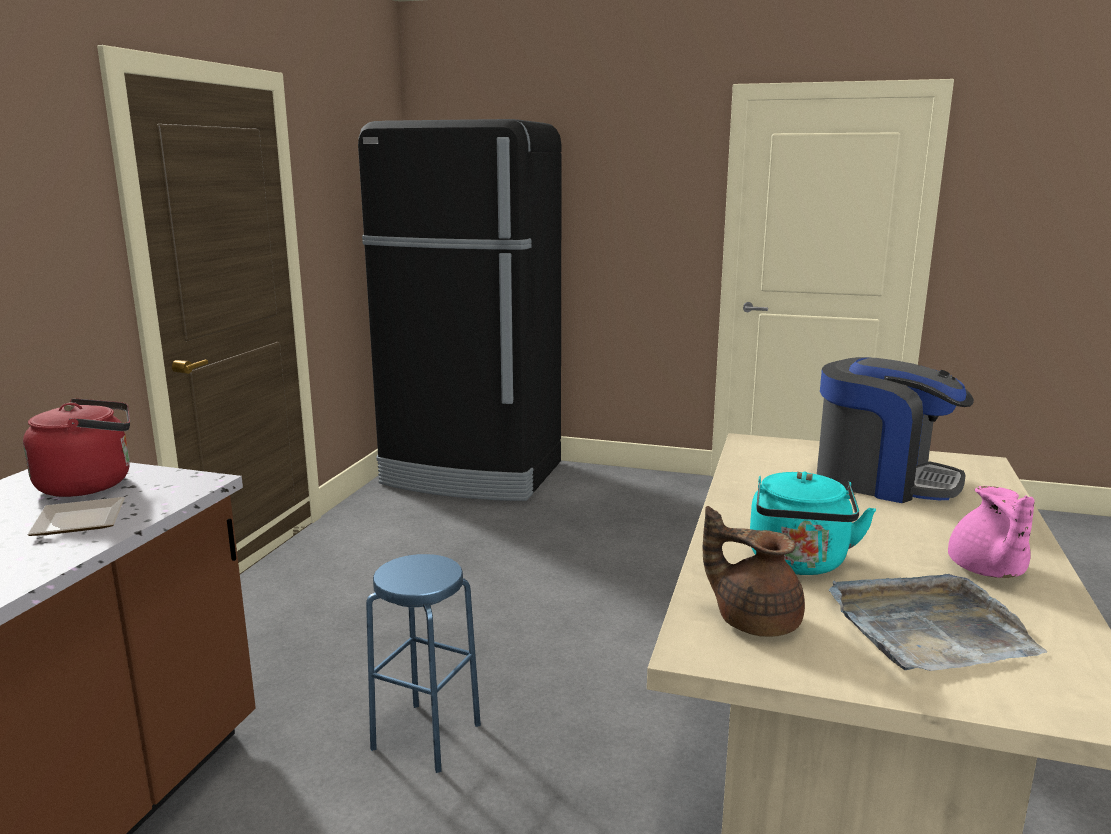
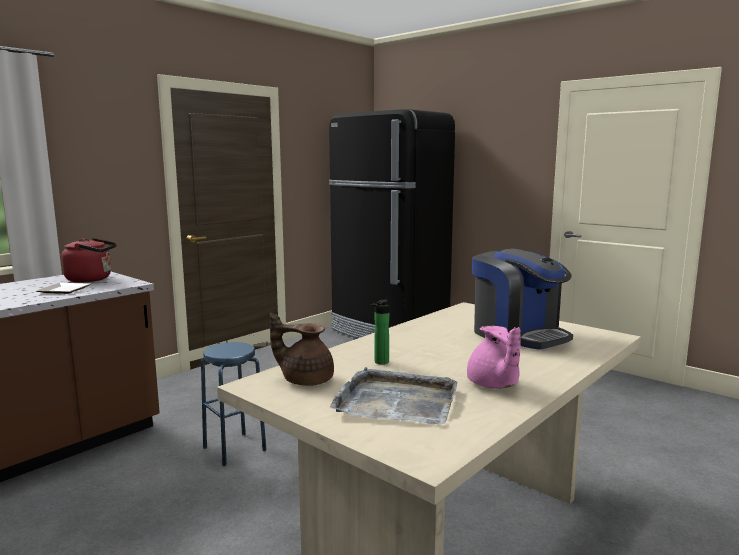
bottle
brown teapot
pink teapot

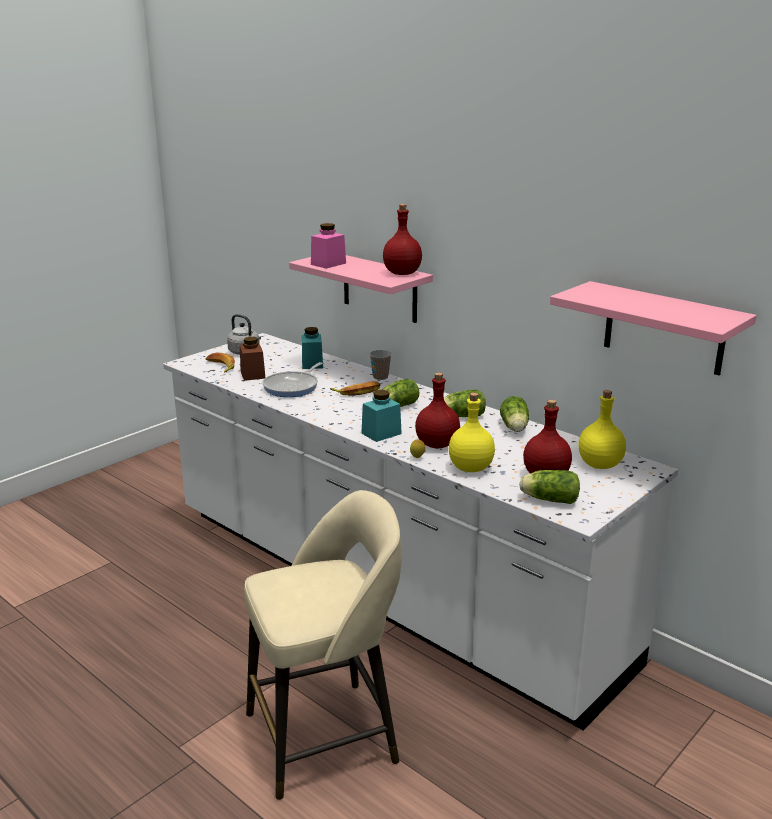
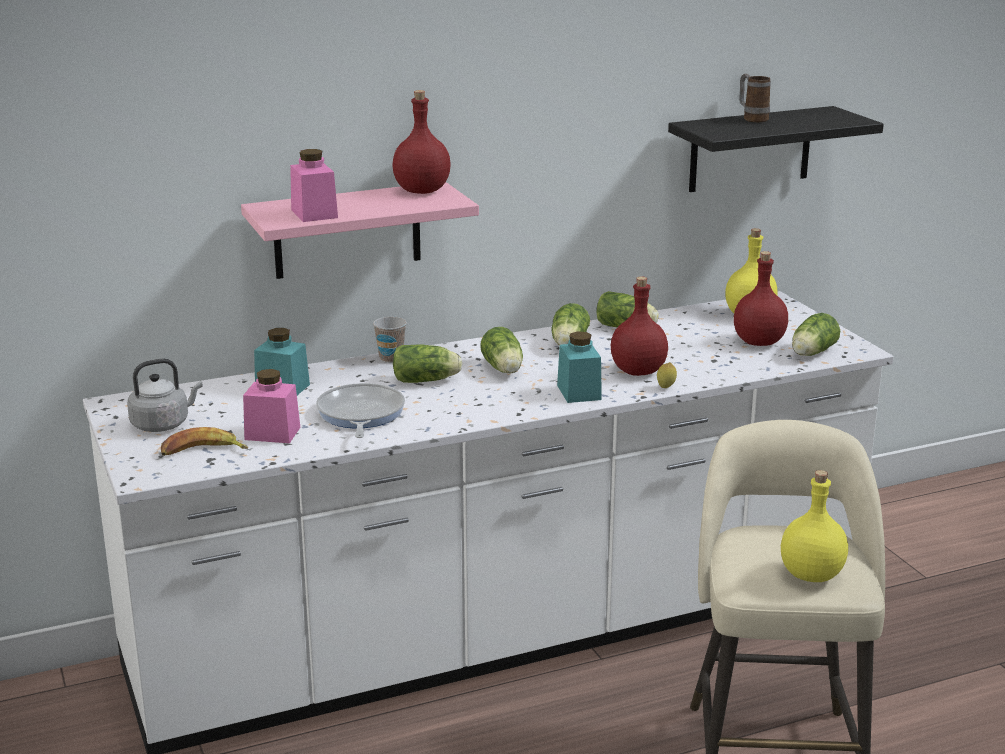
mug
yellow bottle (2nd from left)
lettuce (1st from left)
pink jar (1st from left)
black shelf
frying pan

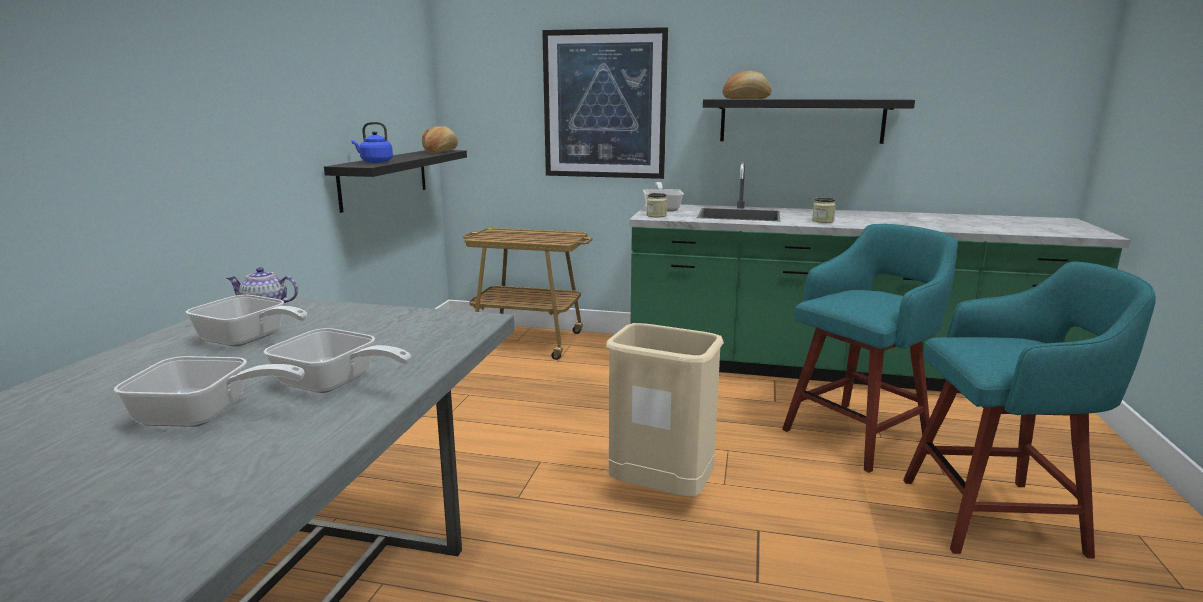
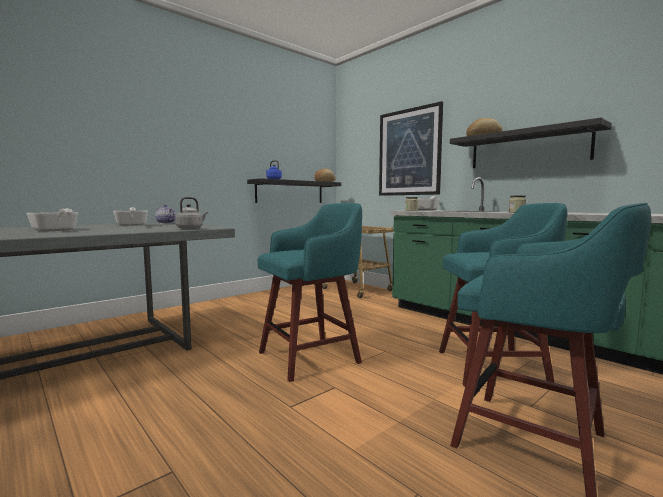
frying pan (3rd from left in the first image)
grey kettle
turquoise stool (1st from left)

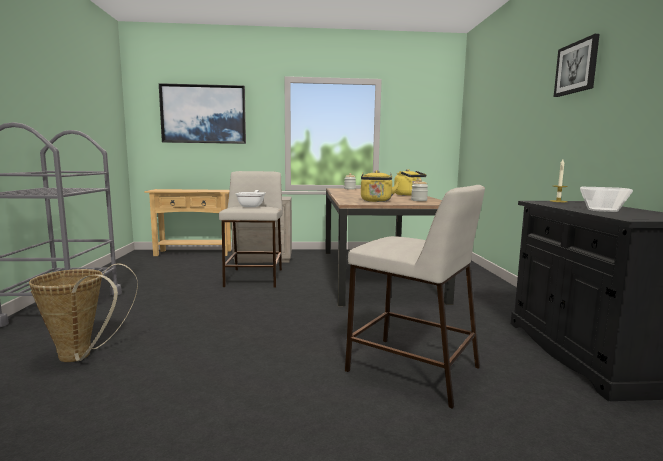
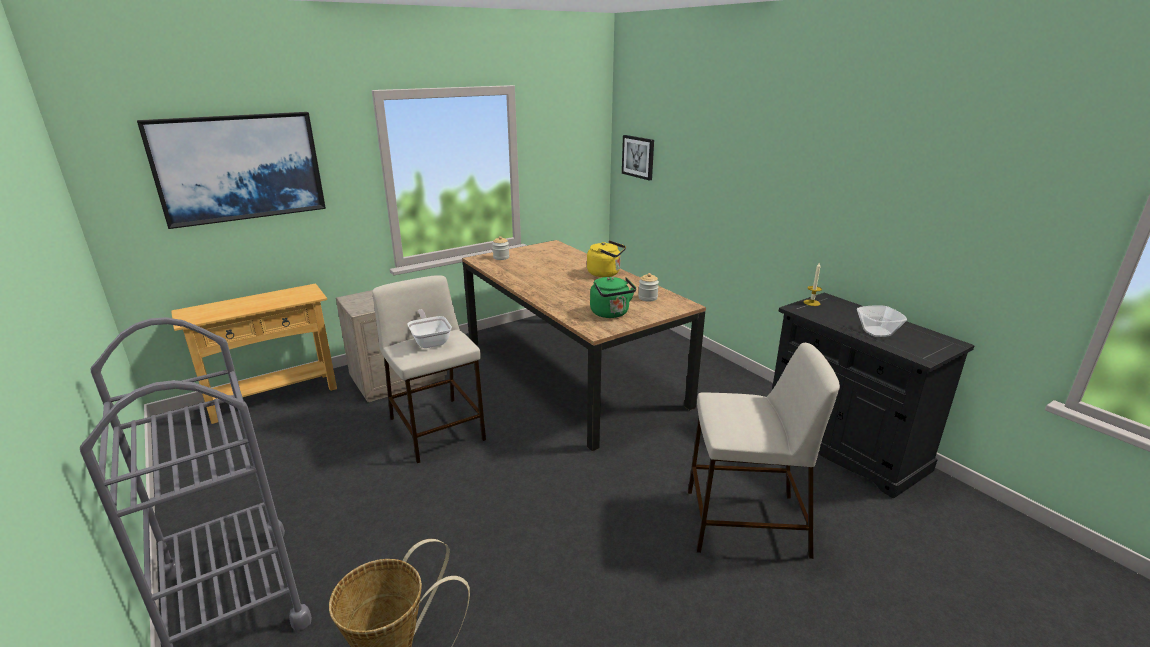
picture (2nd from left)
green kettle

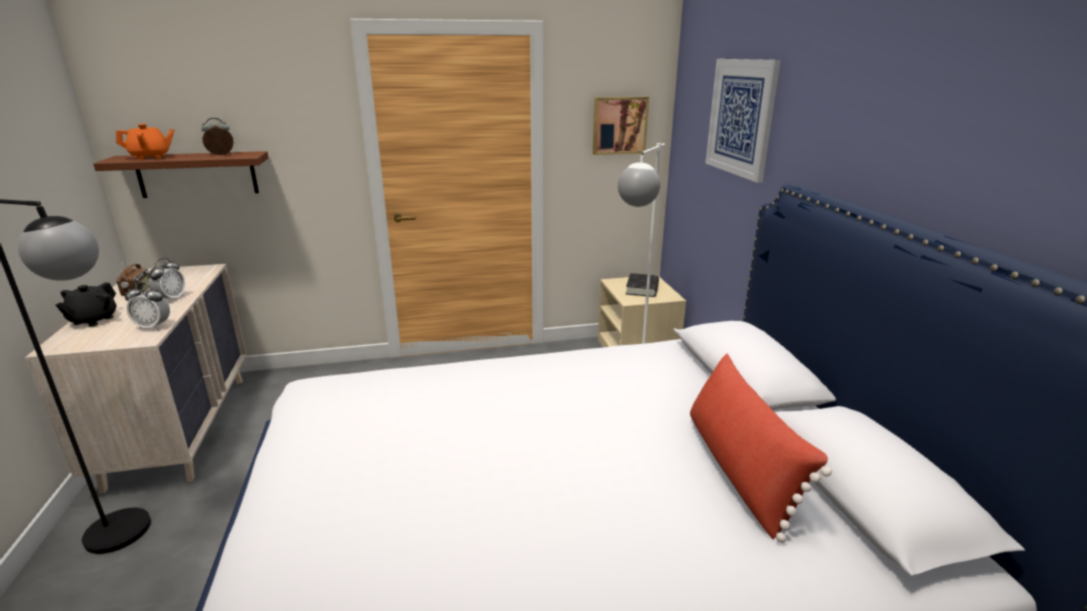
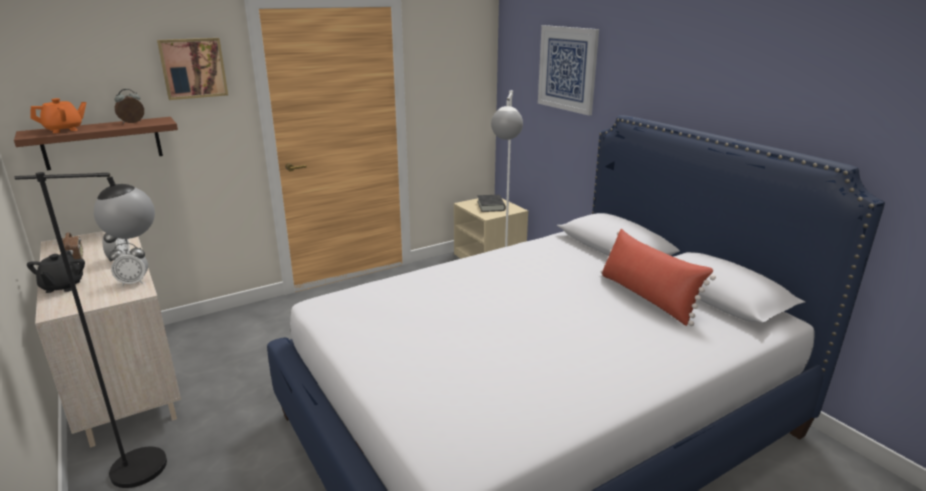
picture (1st from left)

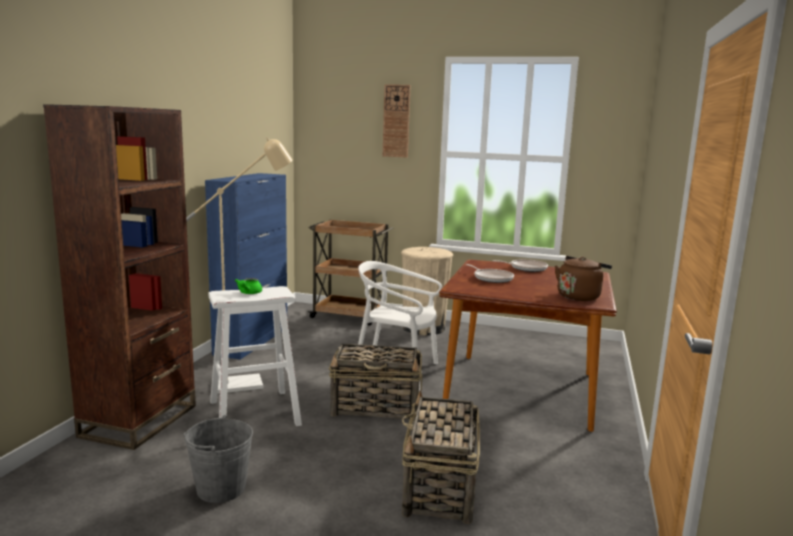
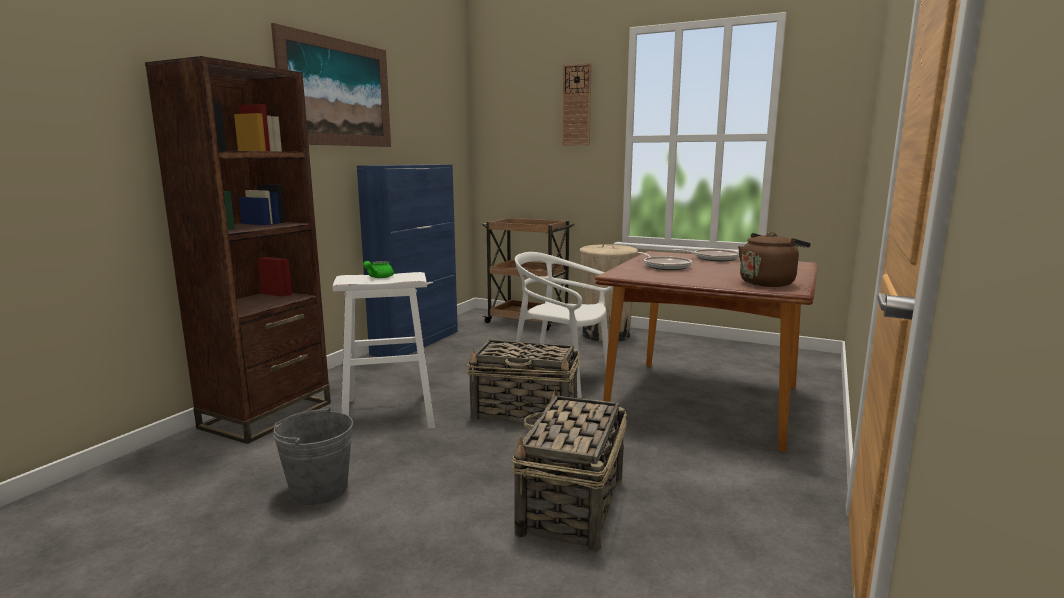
beige floor lamp
picture

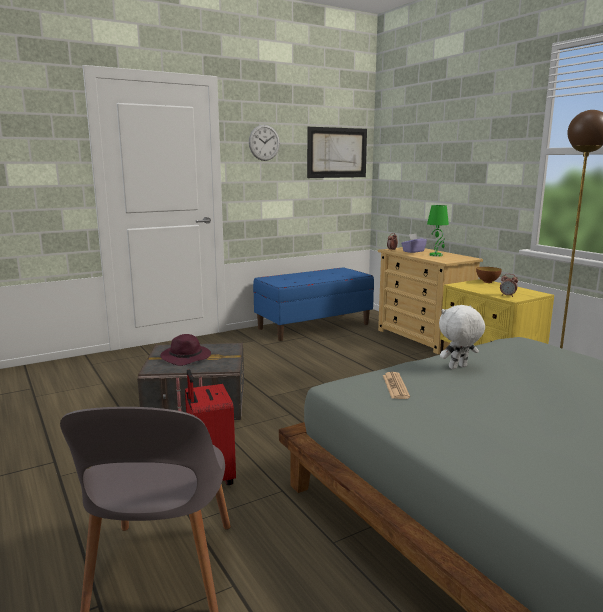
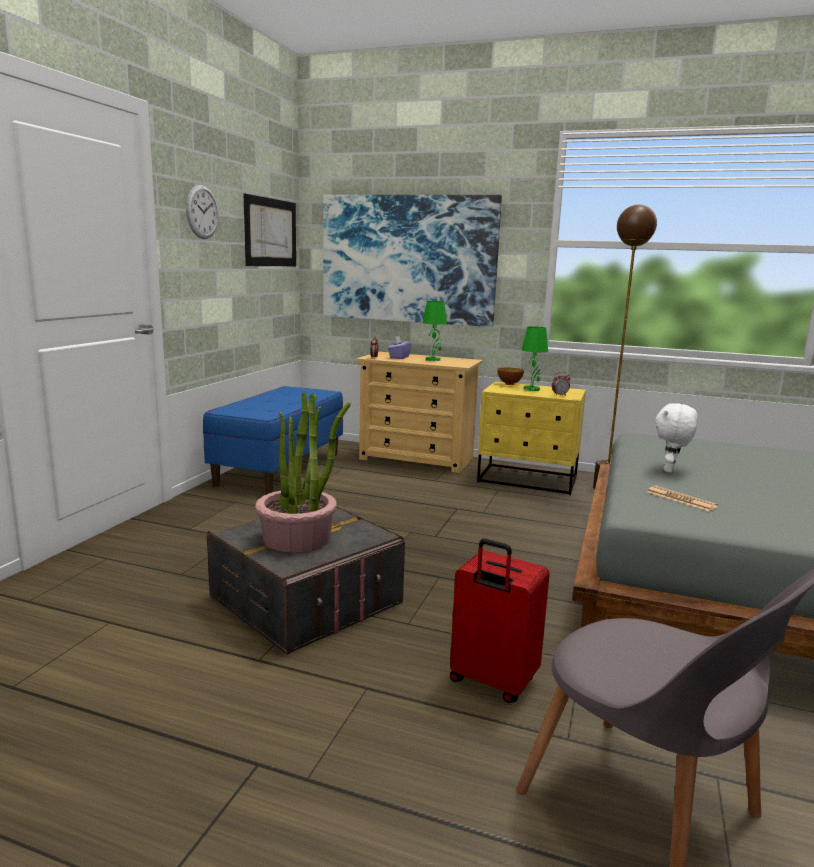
picture (2nd from left)
green table lamp (2nd from left)
potted plant

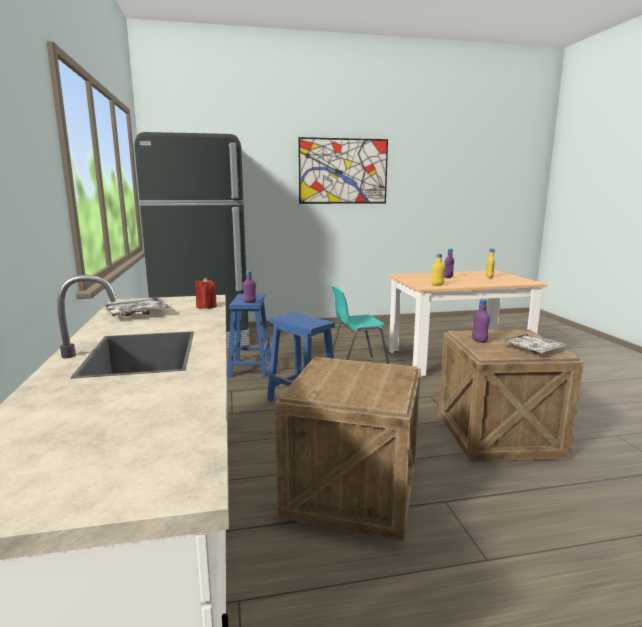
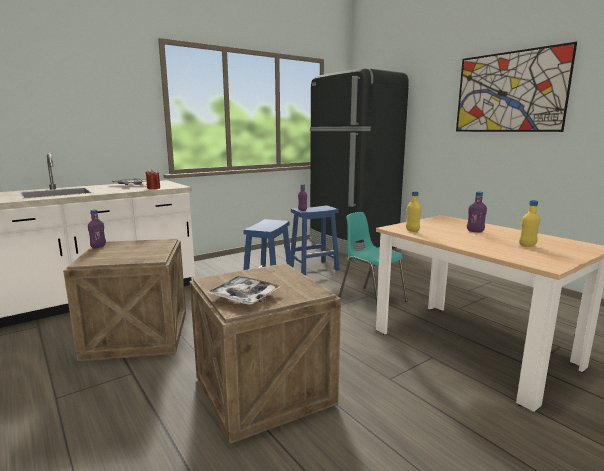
purple bottle (1st from left)

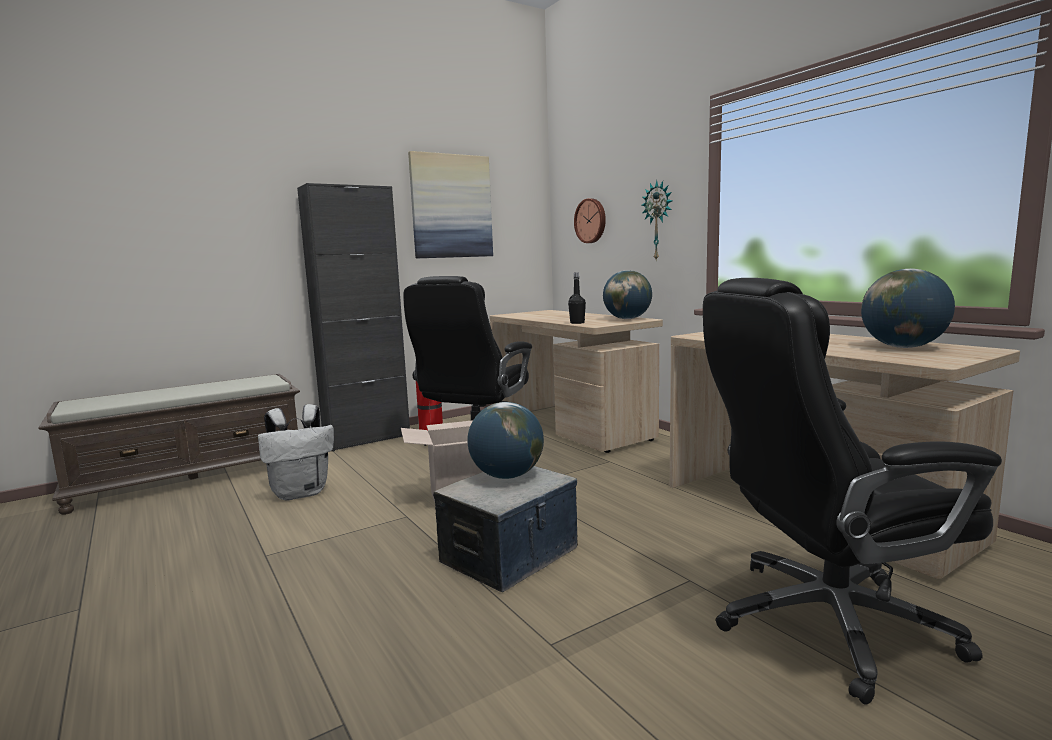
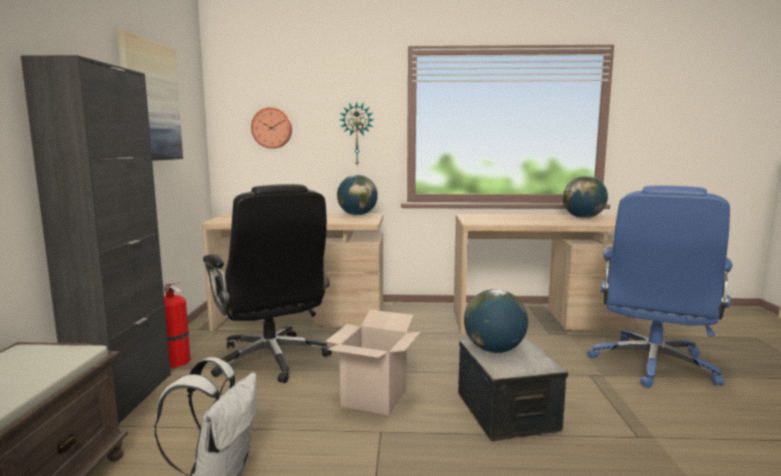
black bottle
blue office chair

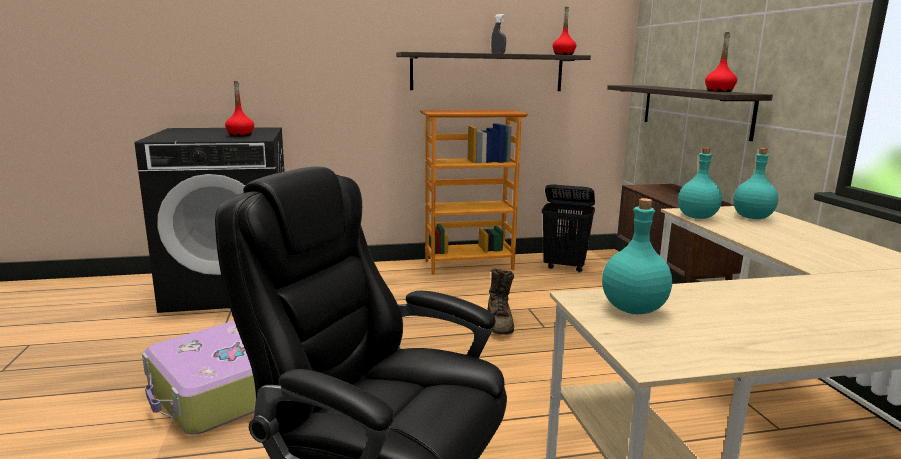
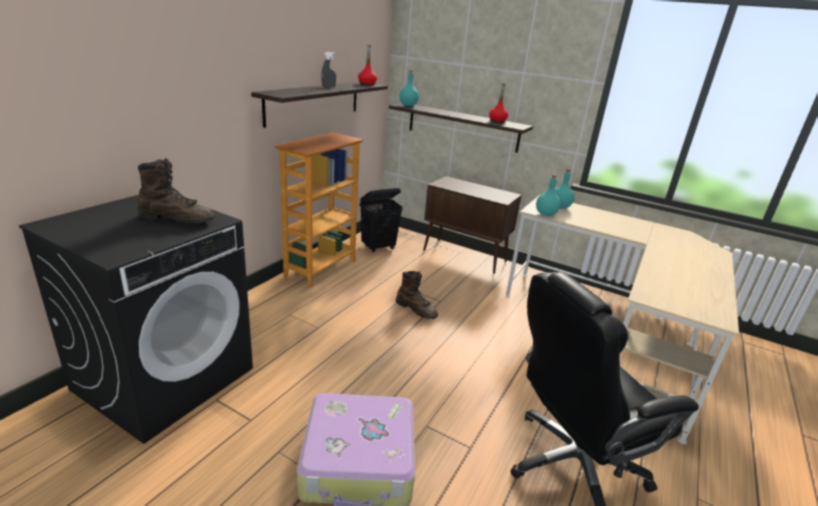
turquoise bottle (1st from left)
brown boot (1st from left)

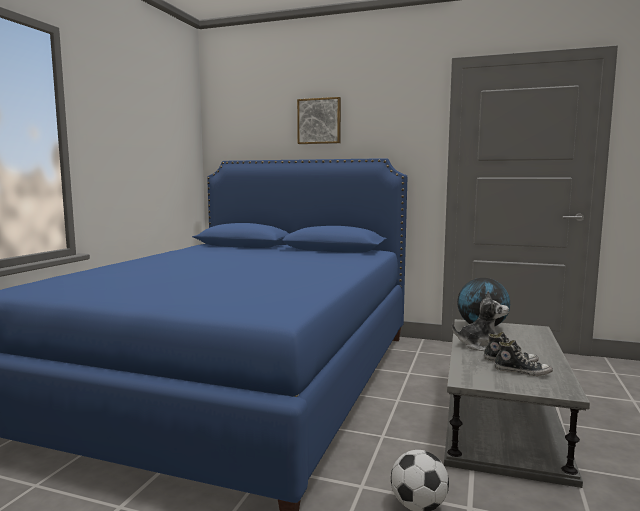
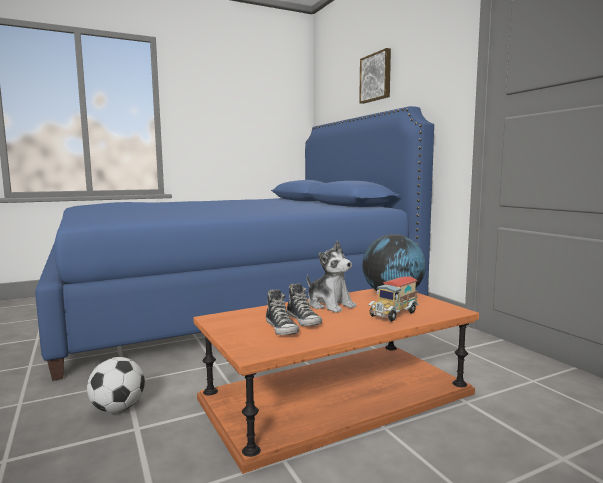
toy truck
orange coffee table

